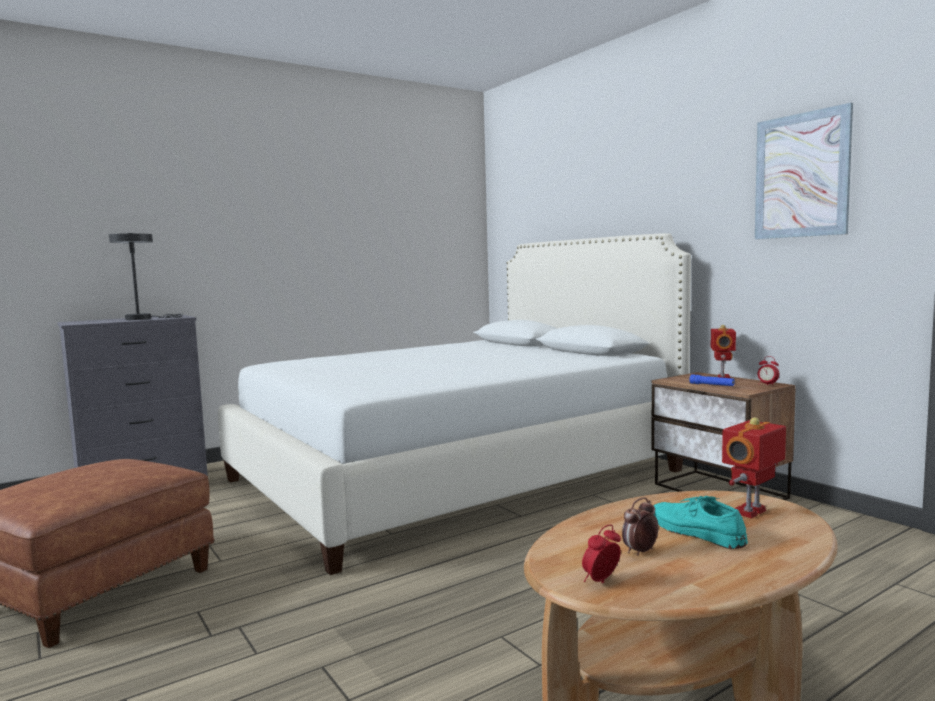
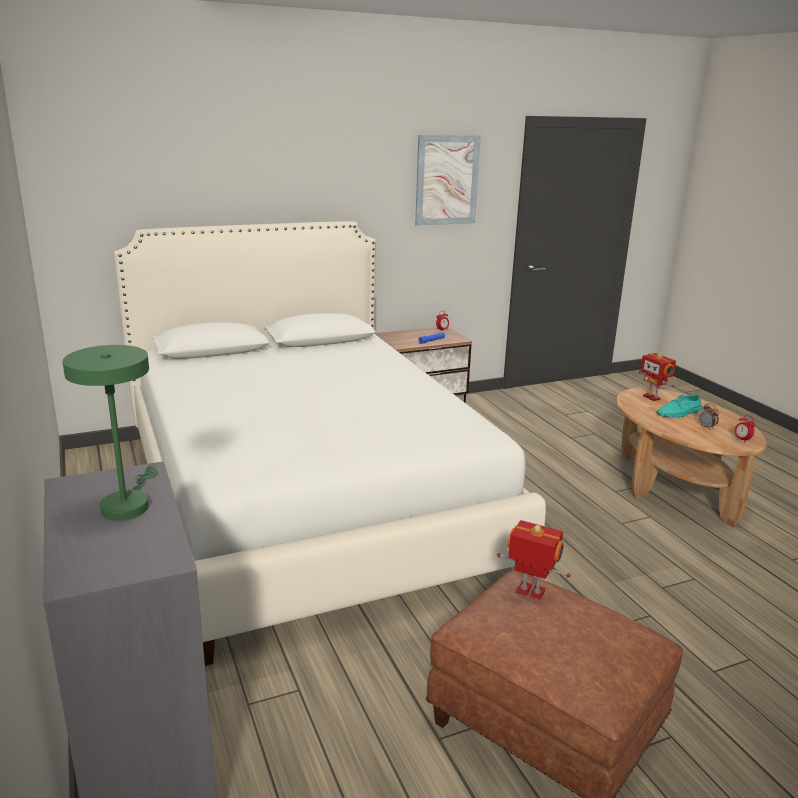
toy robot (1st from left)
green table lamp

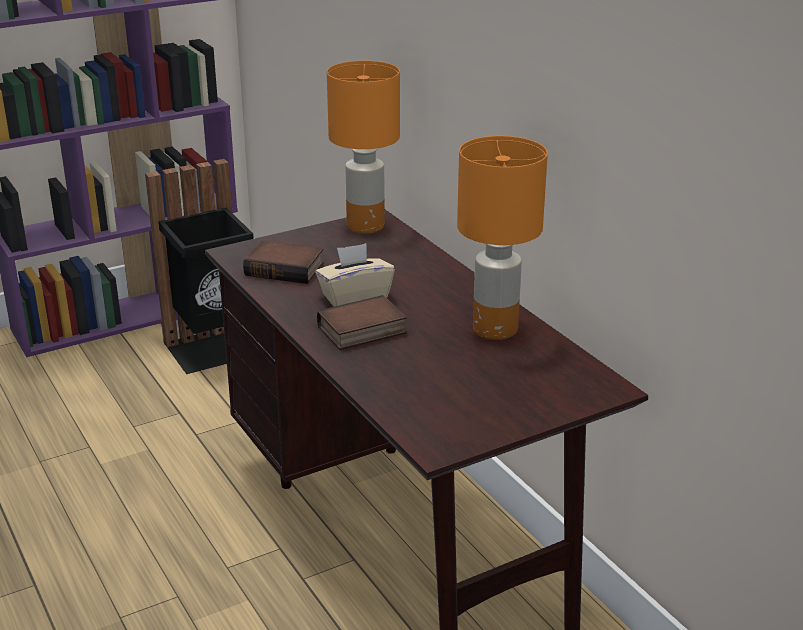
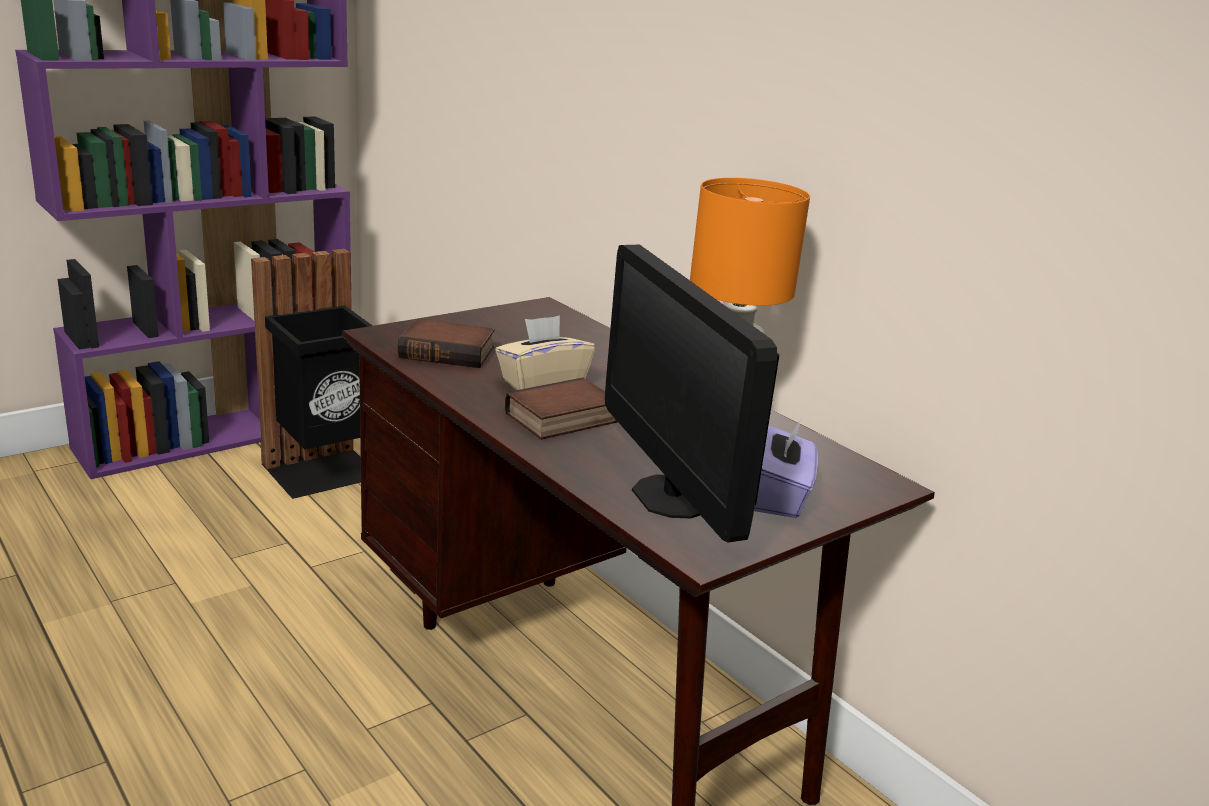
orange table lamp (1st from left in the first image)
monitor
purple tissue box

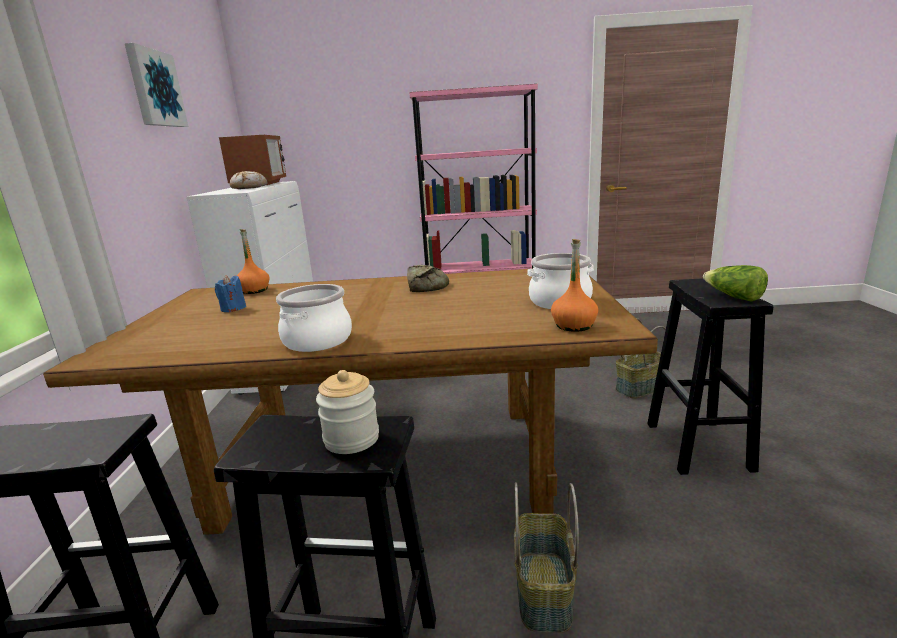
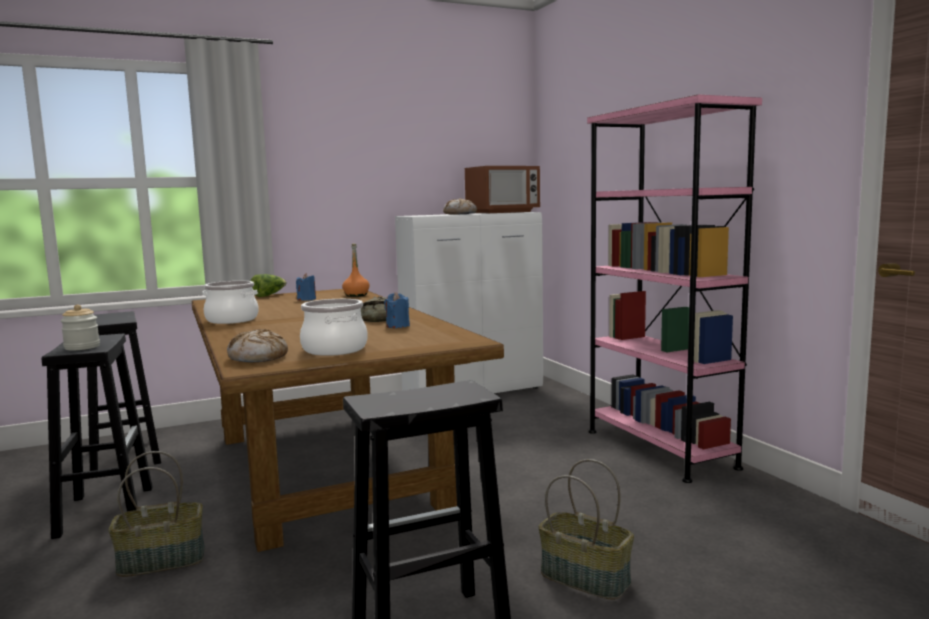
picture
blue candle (2nd from left)
lettuce
bread (1st from left)

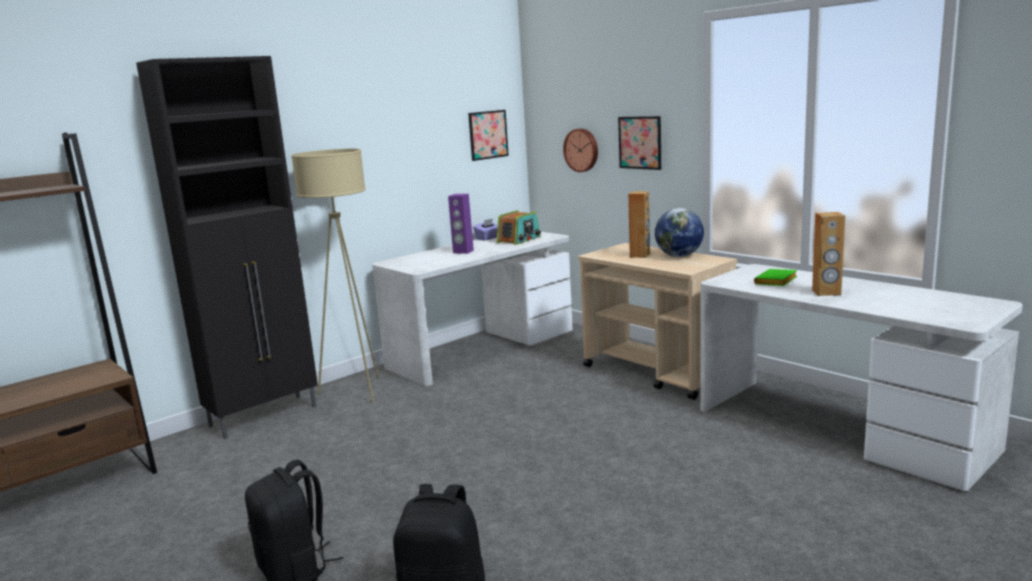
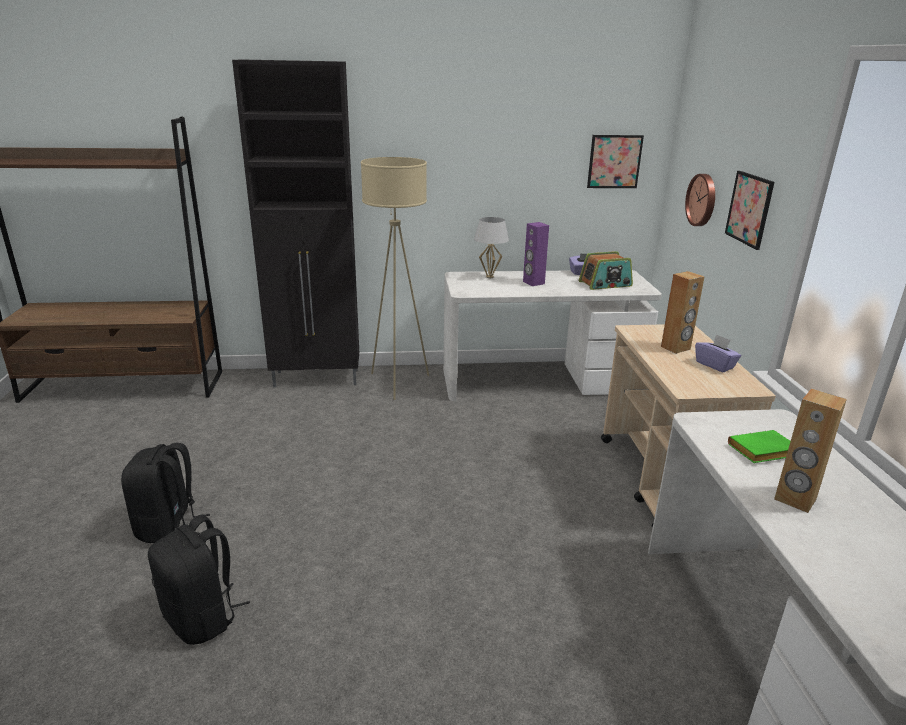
white table lamp
purple tissue box (2nd from left)

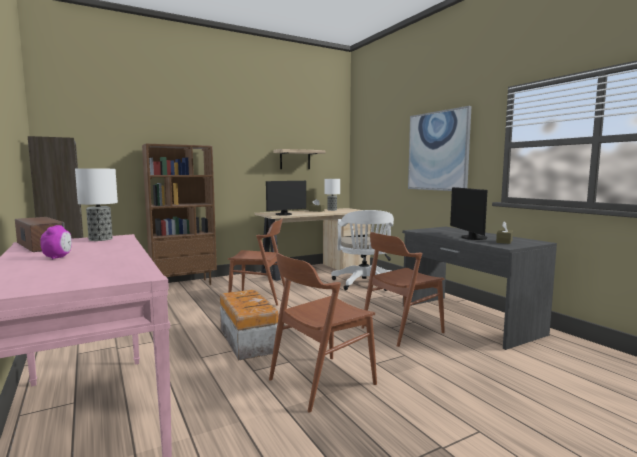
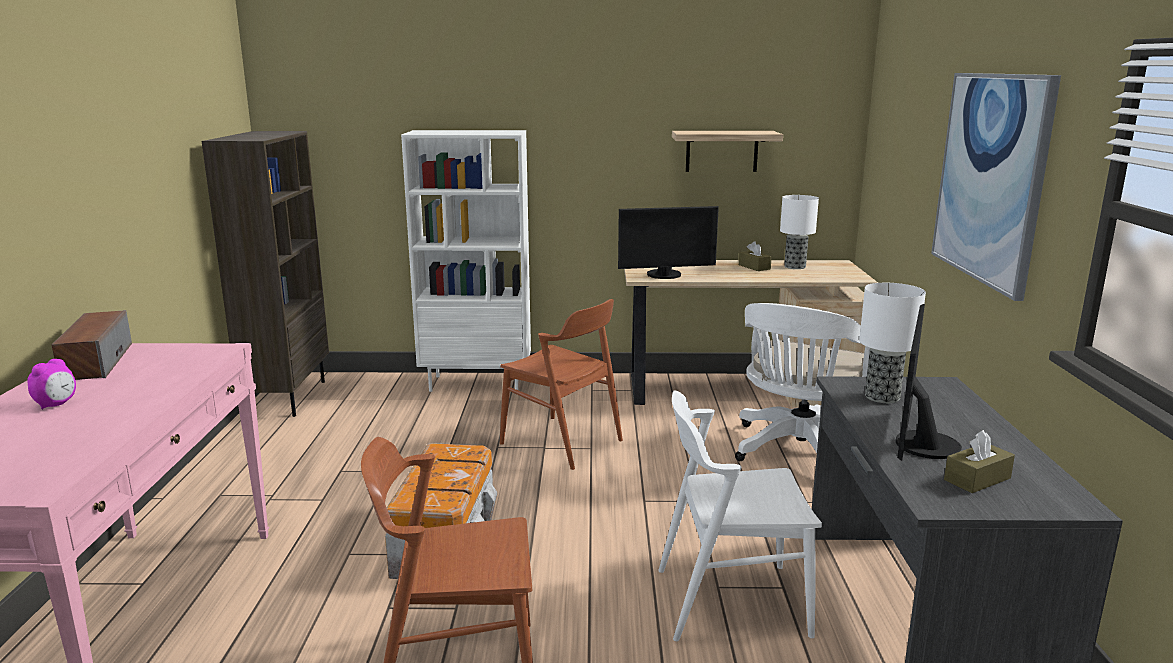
table lamp (2nd from left)
white bookcase
white chair

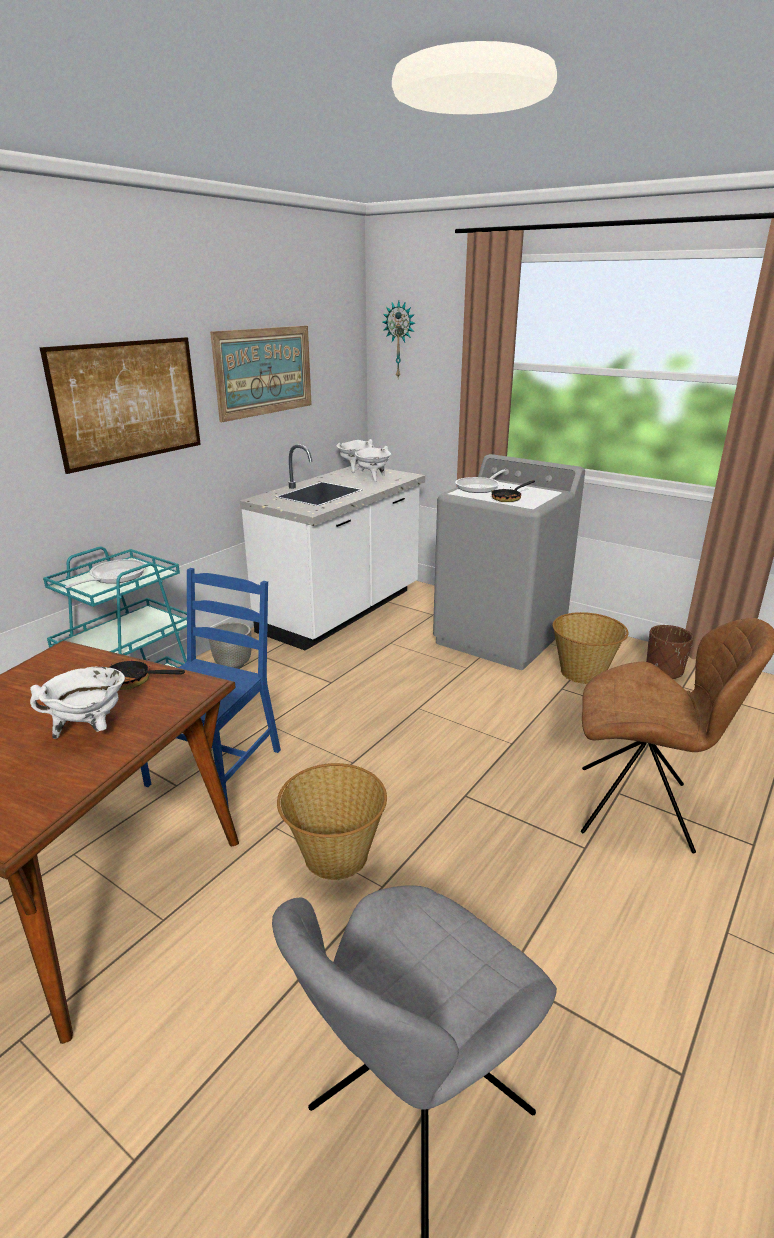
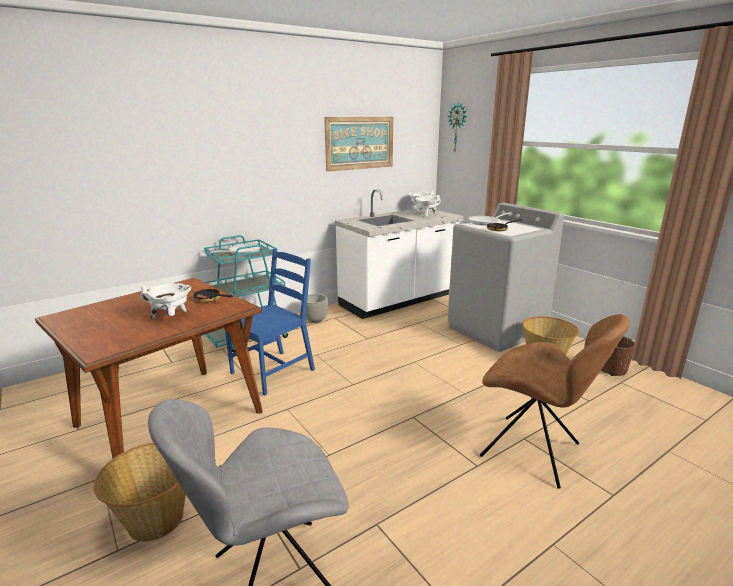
picture (1st from left in the first image)
basket (1st from left)

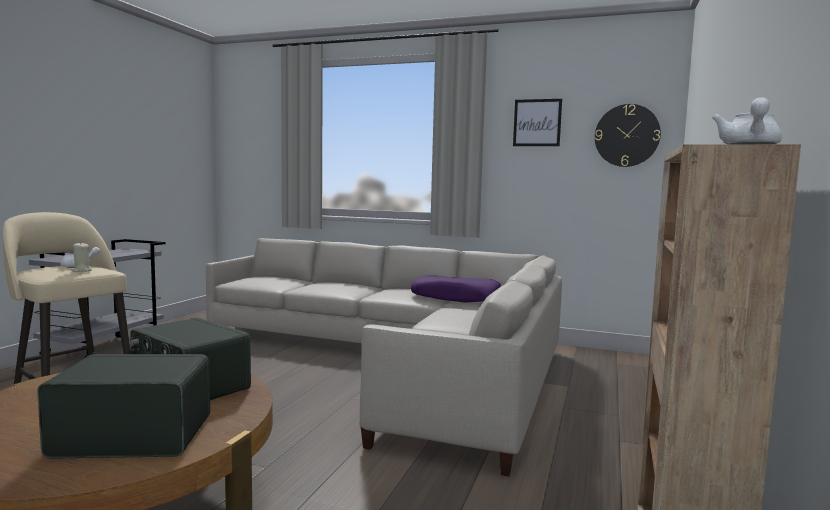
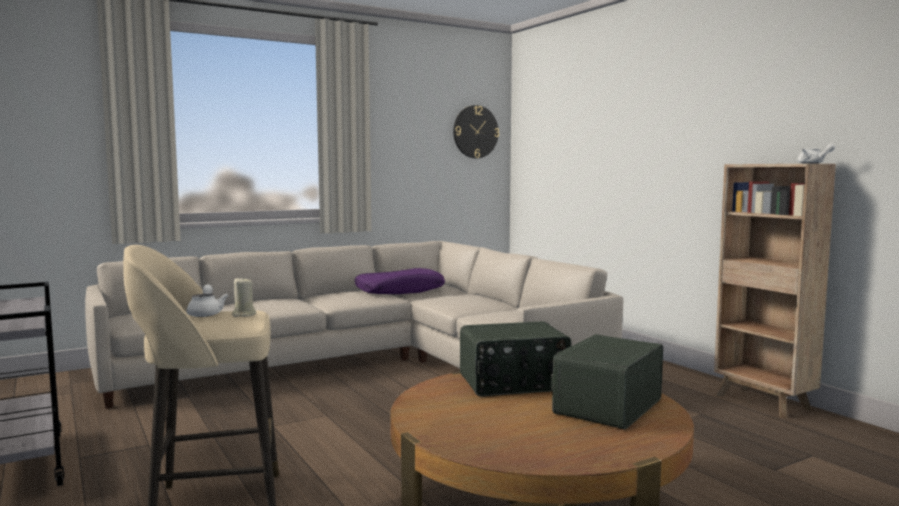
picture

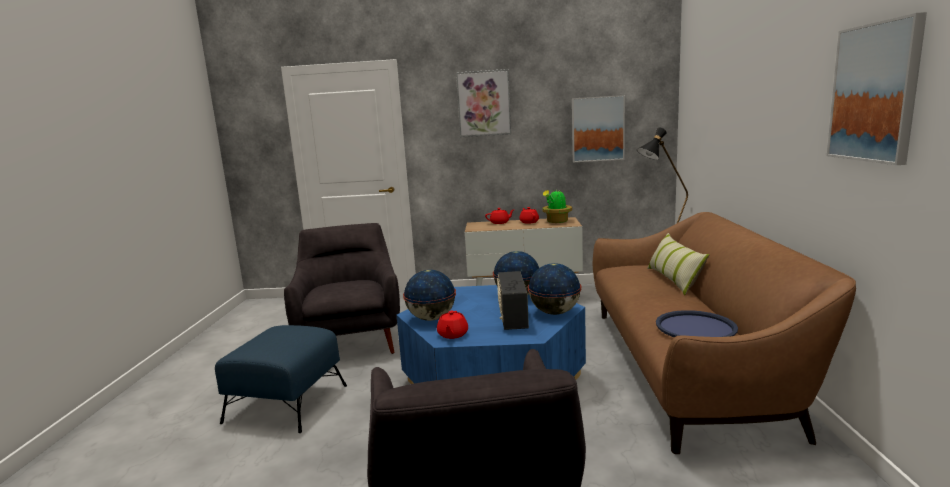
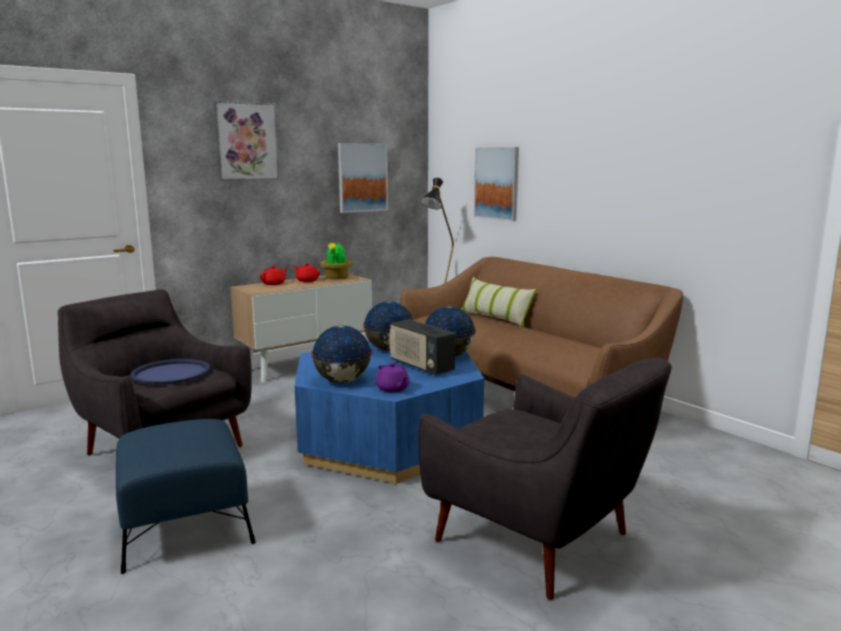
blue tray
picture (3rd from left)
purple teapot

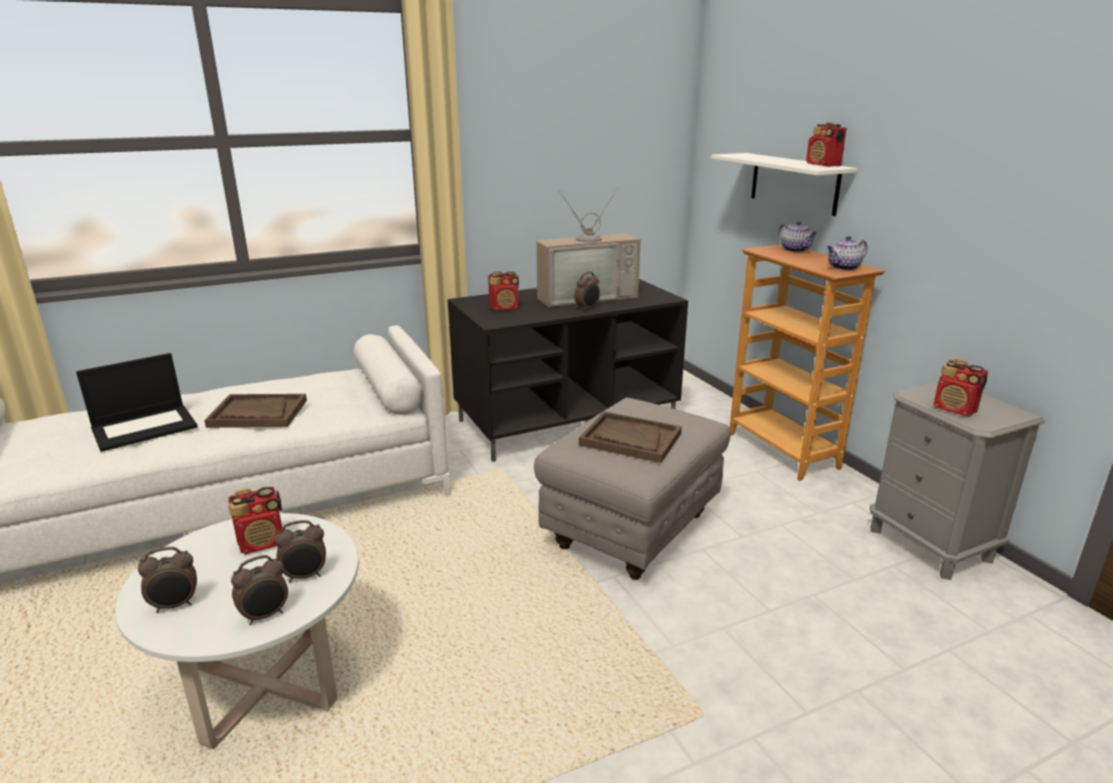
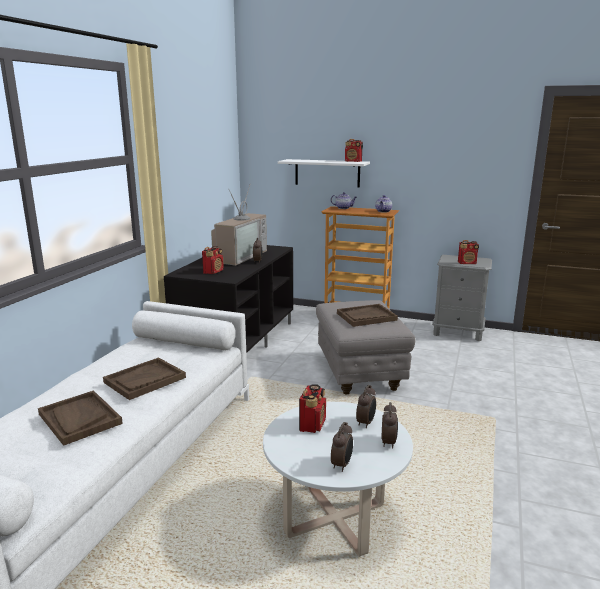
brown tray (1st from left)

